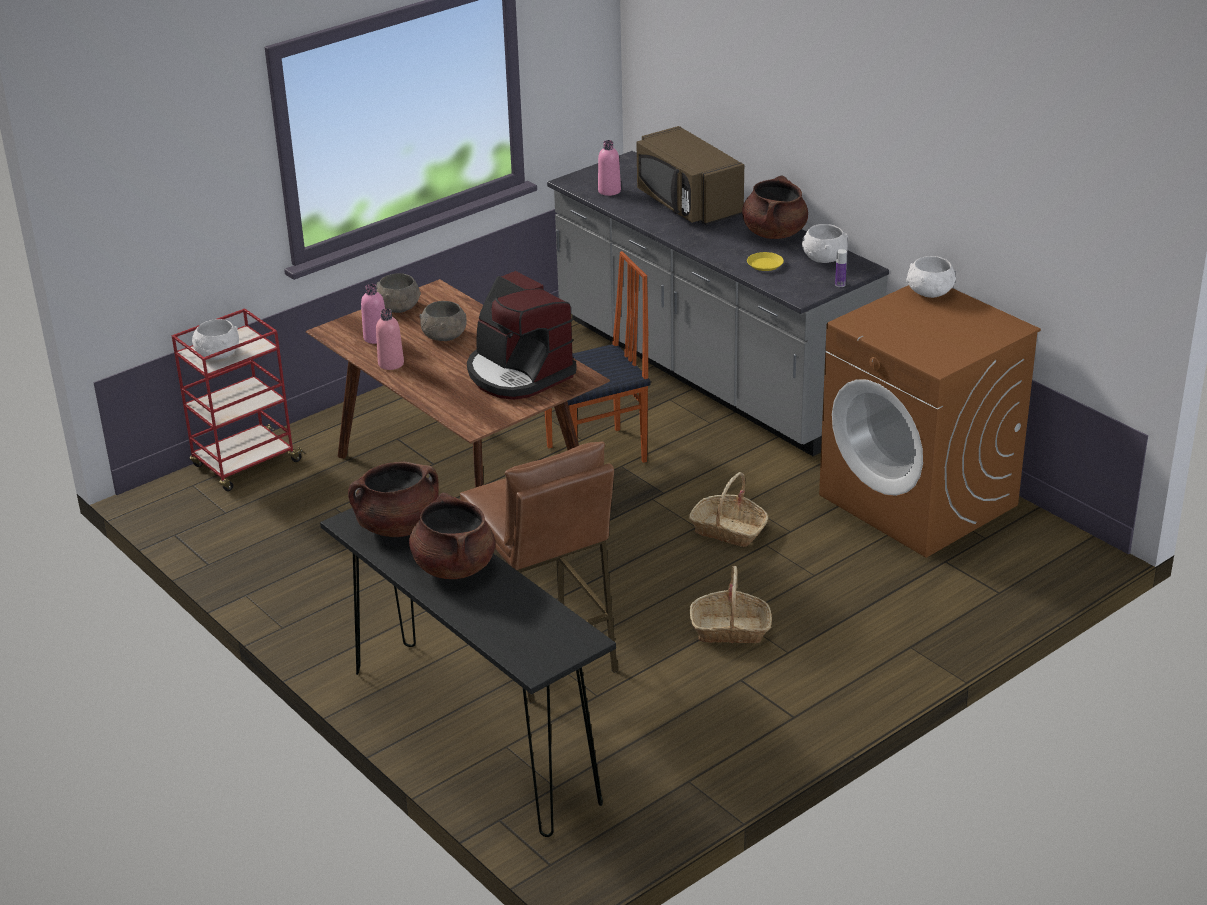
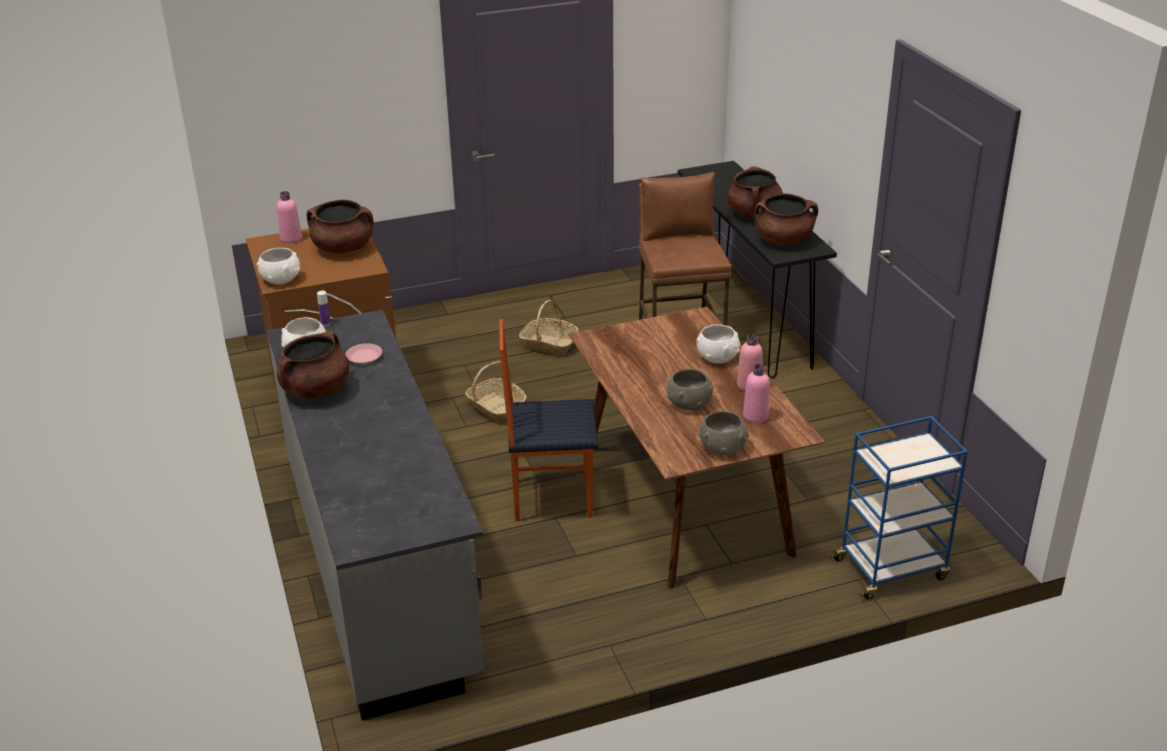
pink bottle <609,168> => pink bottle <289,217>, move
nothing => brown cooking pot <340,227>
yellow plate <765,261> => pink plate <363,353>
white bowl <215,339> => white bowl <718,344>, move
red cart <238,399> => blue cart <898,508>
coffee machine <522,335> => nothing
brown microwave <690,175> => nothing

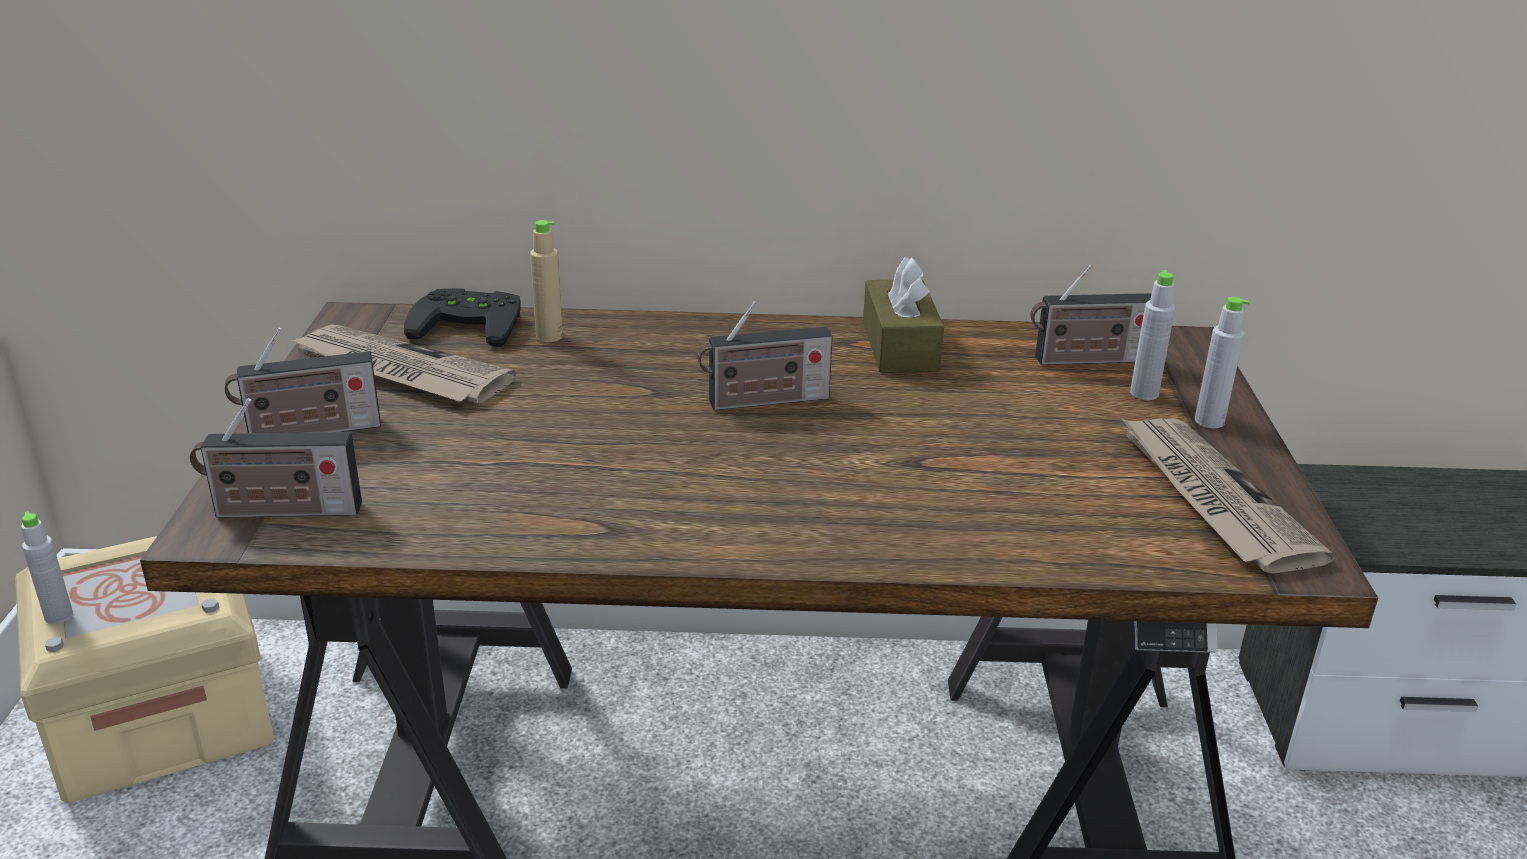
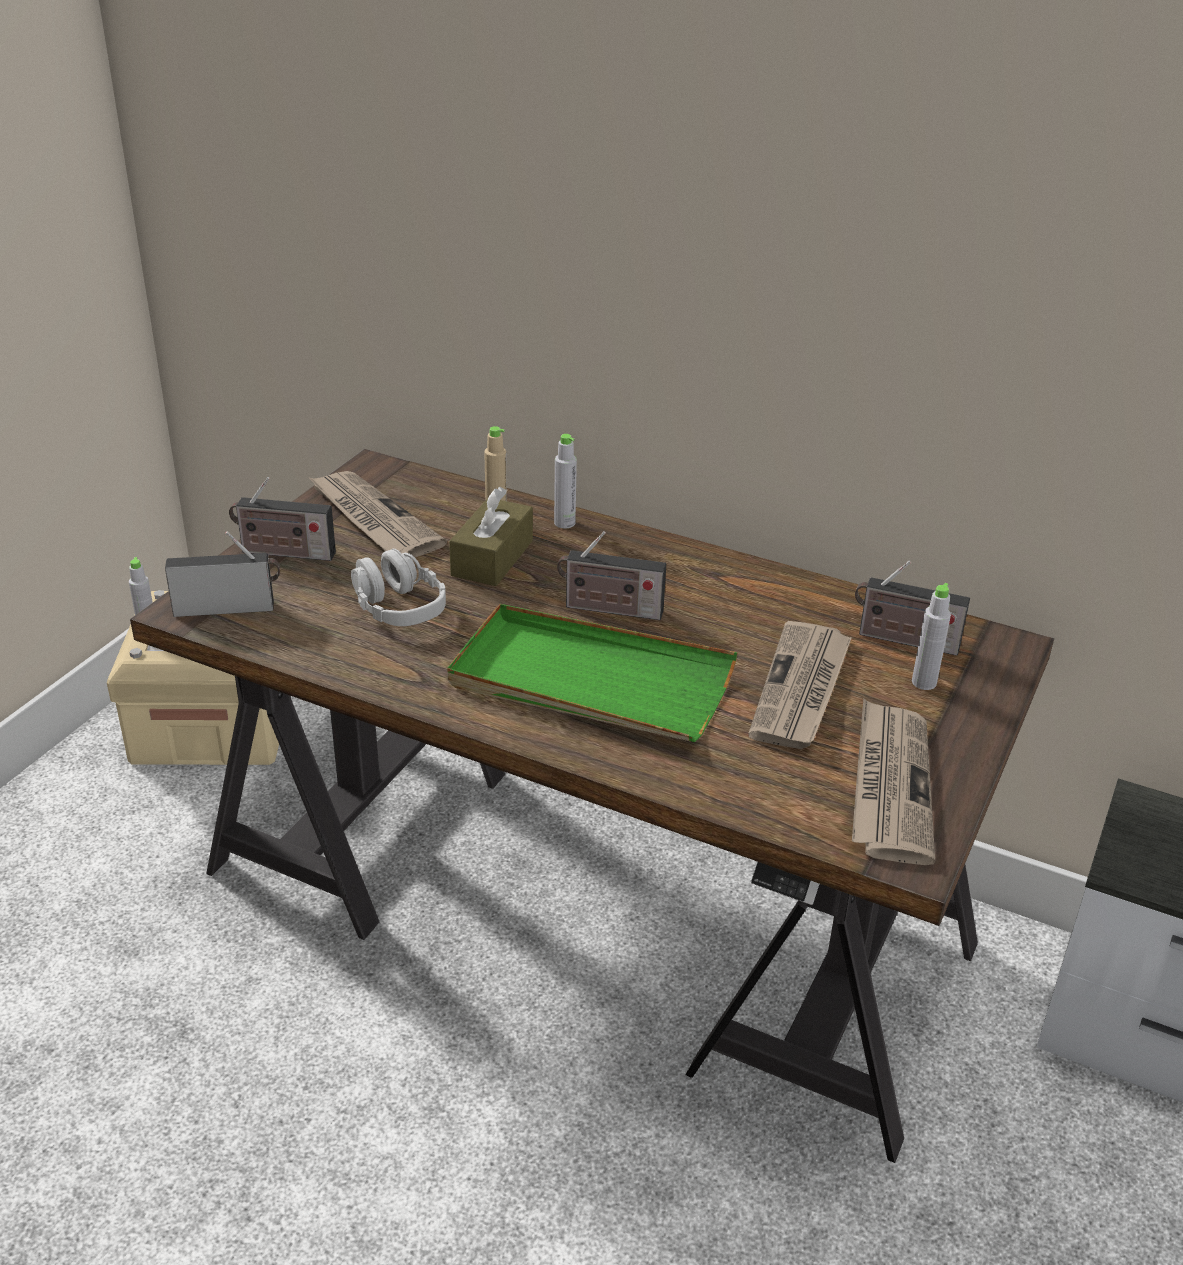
radio <276,458> => radio <222,574>, 150 degrees clockwise
nothing => grey headphones <398,587>
nothing => green tray <592,673>
brown tissue box <903,315> => brown tissue box <491,536>, move
grey bottle <1222,362> => grey bottle <565,481>, move
nothing => newspaper <800,685>
black game controller <462,317> => nothing

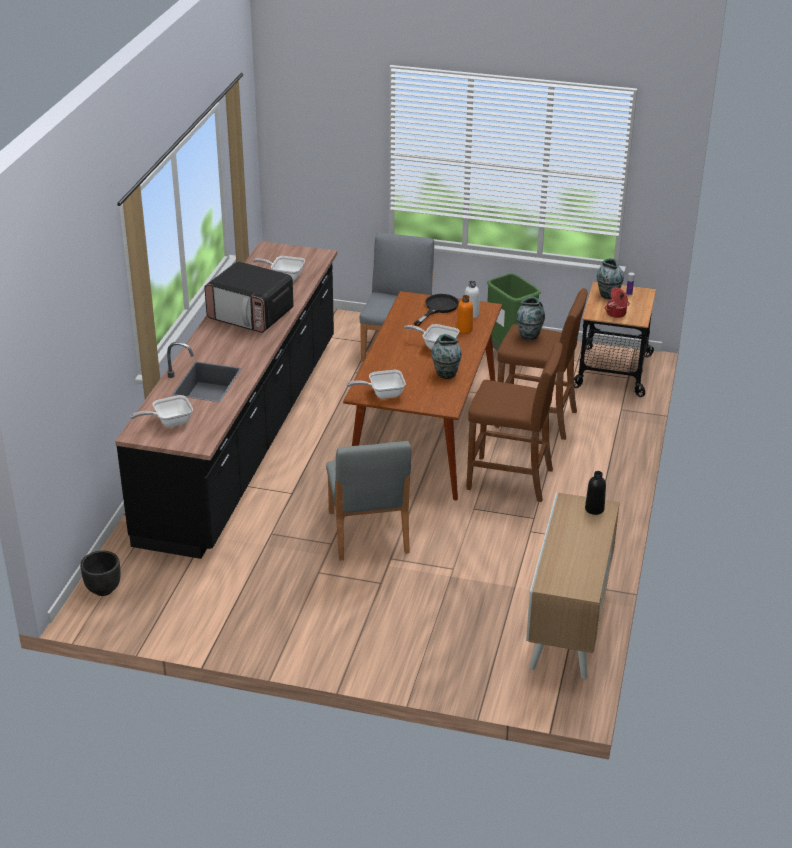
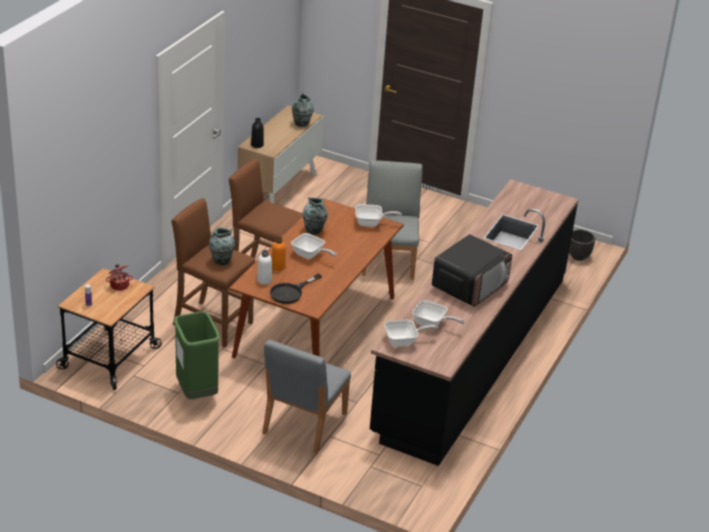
vase <610,278> => vase <303,110>, move
frying pan <161,411> => frying pan <411,333>, move
microwave <249,297> => microwave <472,270>, 90 degrees clockwise

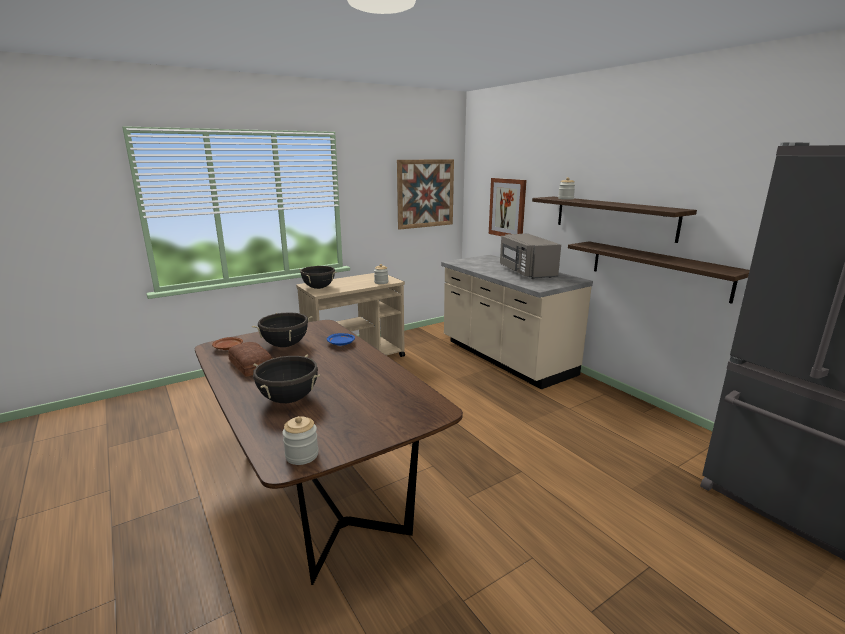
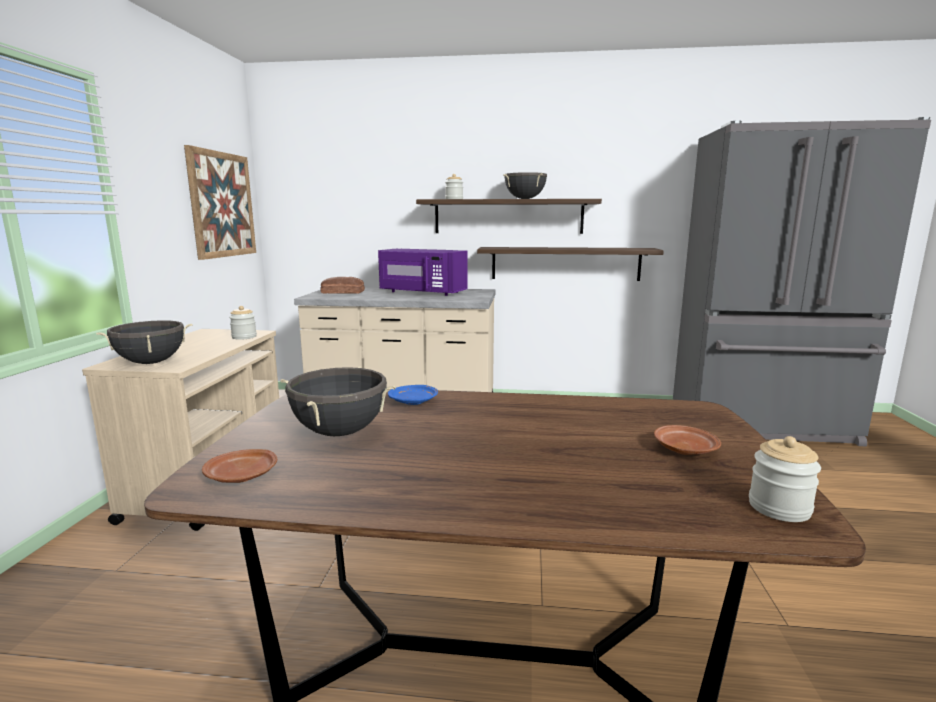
bread <250,359> => bread <342,285>, move
grey microwave <530,256> => purple microwave <422,272>
black cooking pot <286,379> => black cooking pot <525,185>, move
nothing => brown plate <687,440>
picture <508,207> => nothing

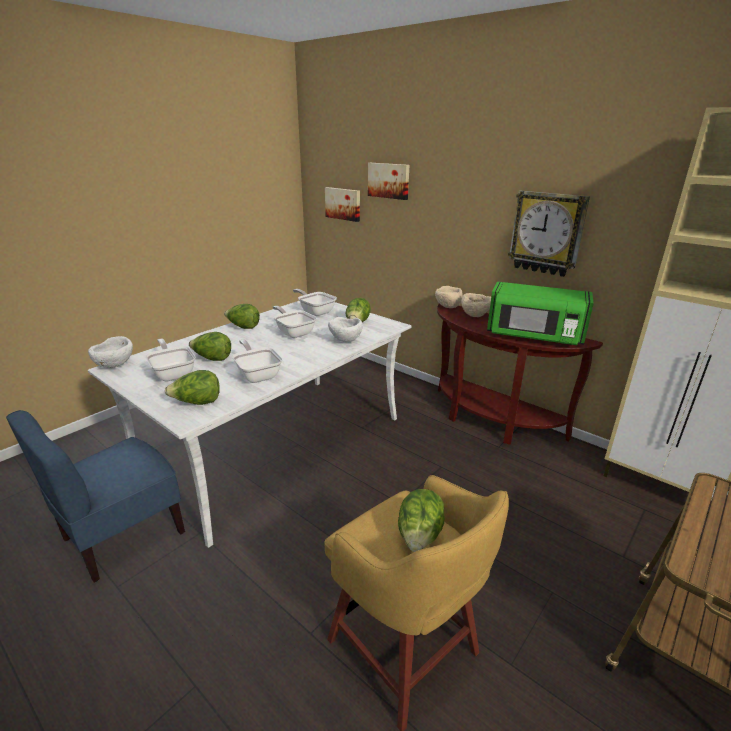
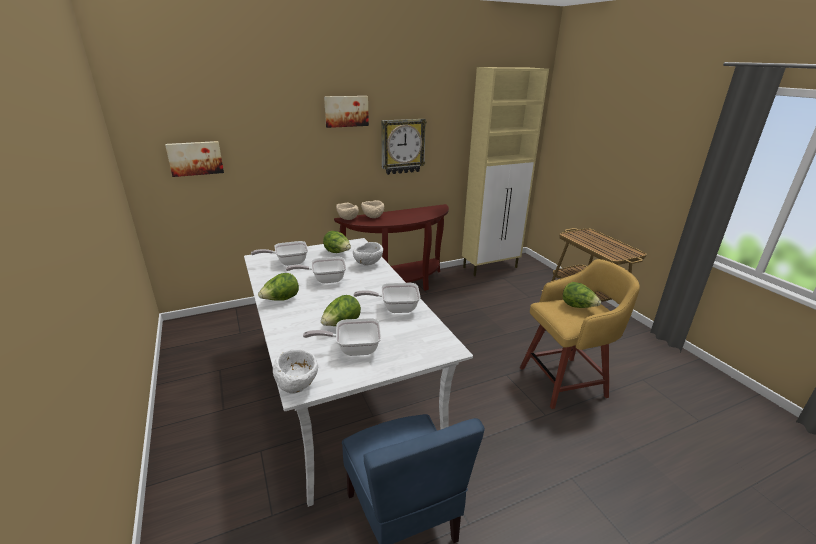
picture <388,181> => picture <346,112>, move
lettuce <192,387> => nothing
green microwave <540,313> => nothing

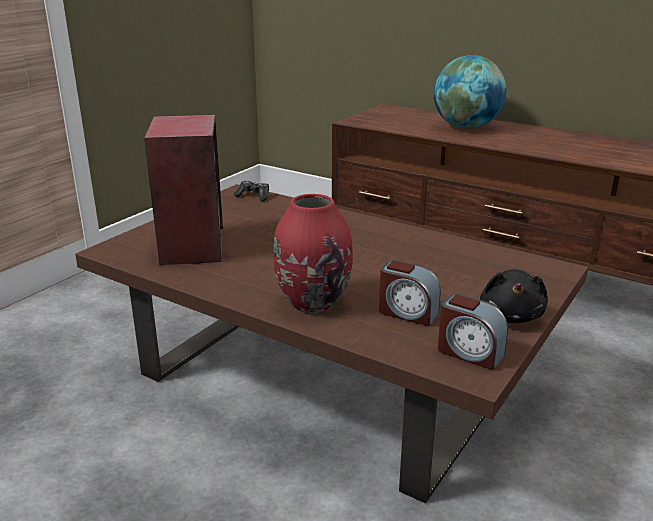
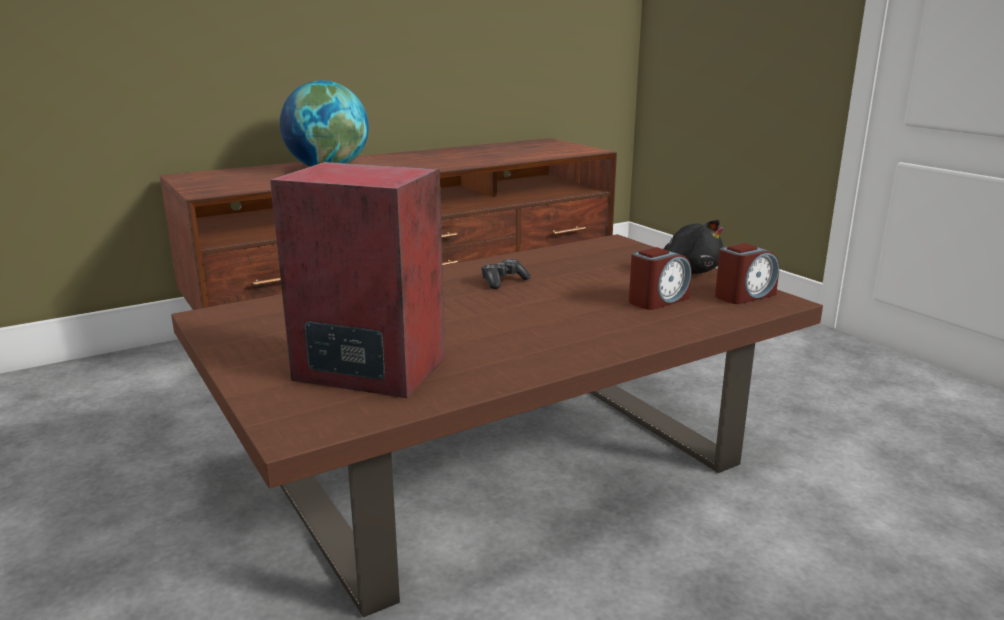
game controller <251,191> => game controller <506,274>, move
red vase <313,253> => nothing

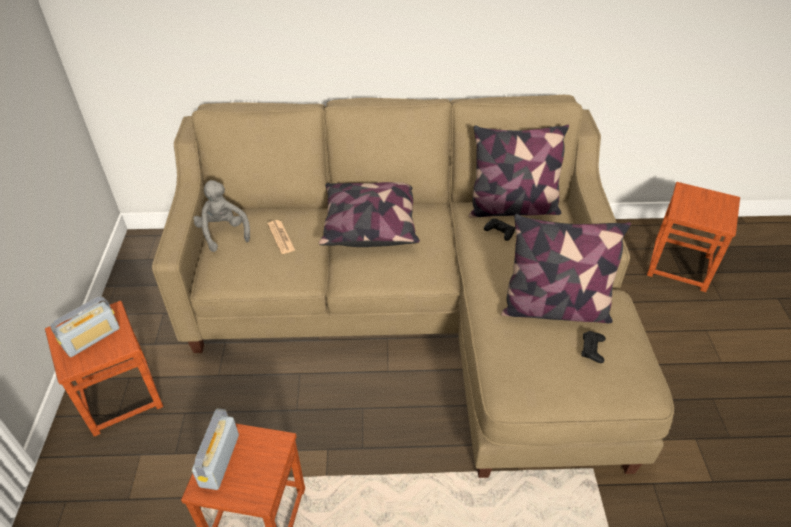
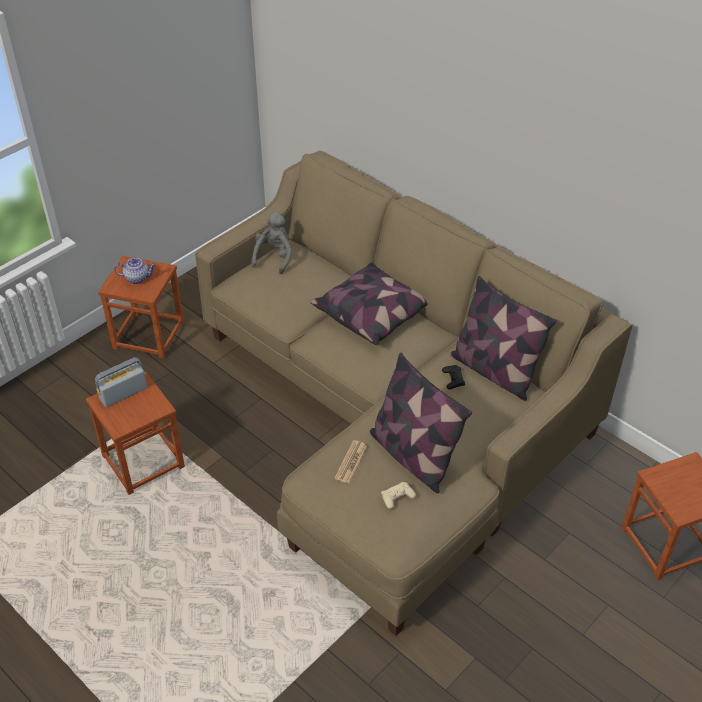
radio <85,326> => teapot <135,271>
newspaper <281,237> => newspaper <350,461>, move
black game controller <593,347> => beige game controller <398,495>

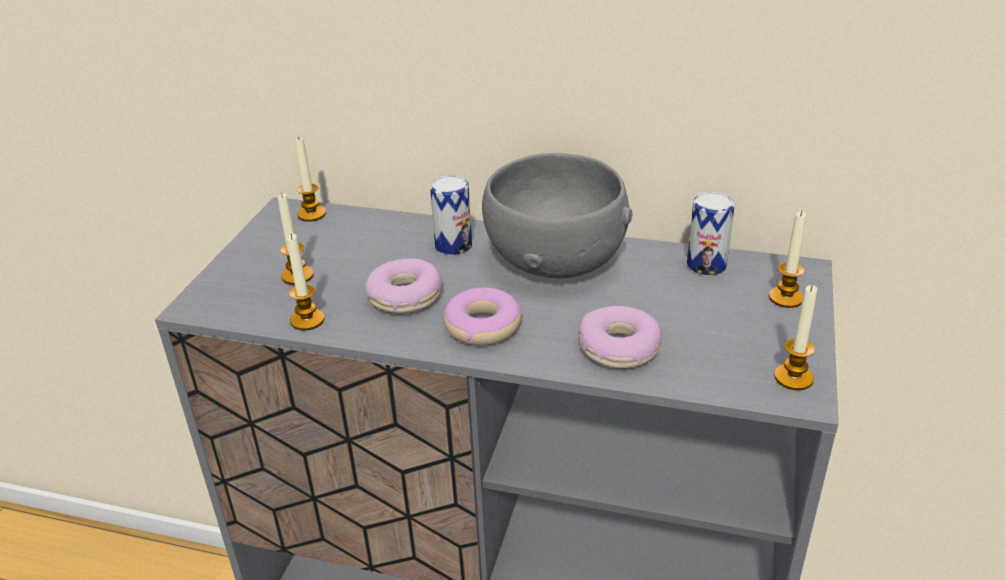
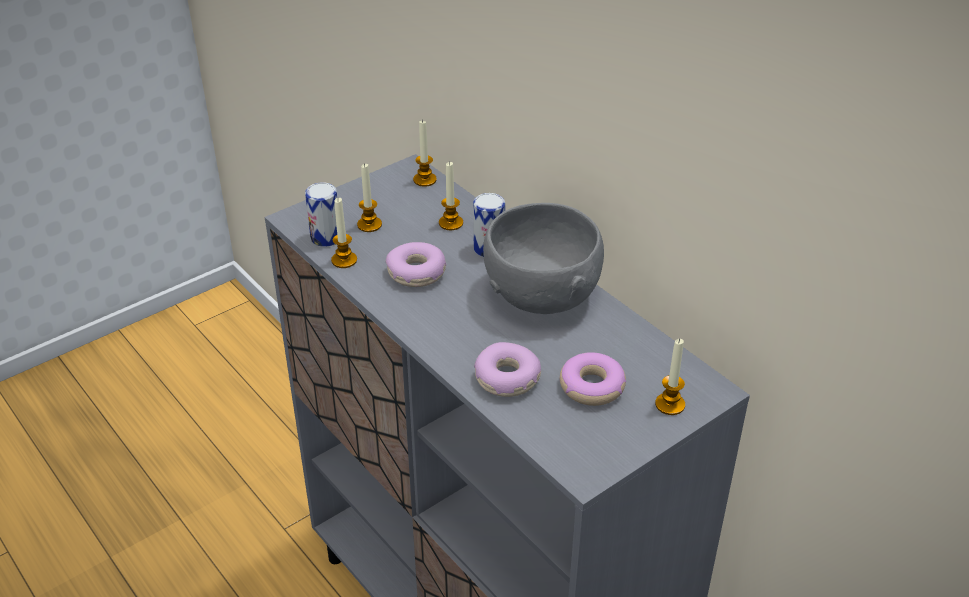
can <711,234> => can <321,214>, move
candle <795,337> => candle <451,195>, move
donut <483,316> => donut <593,379>, move

